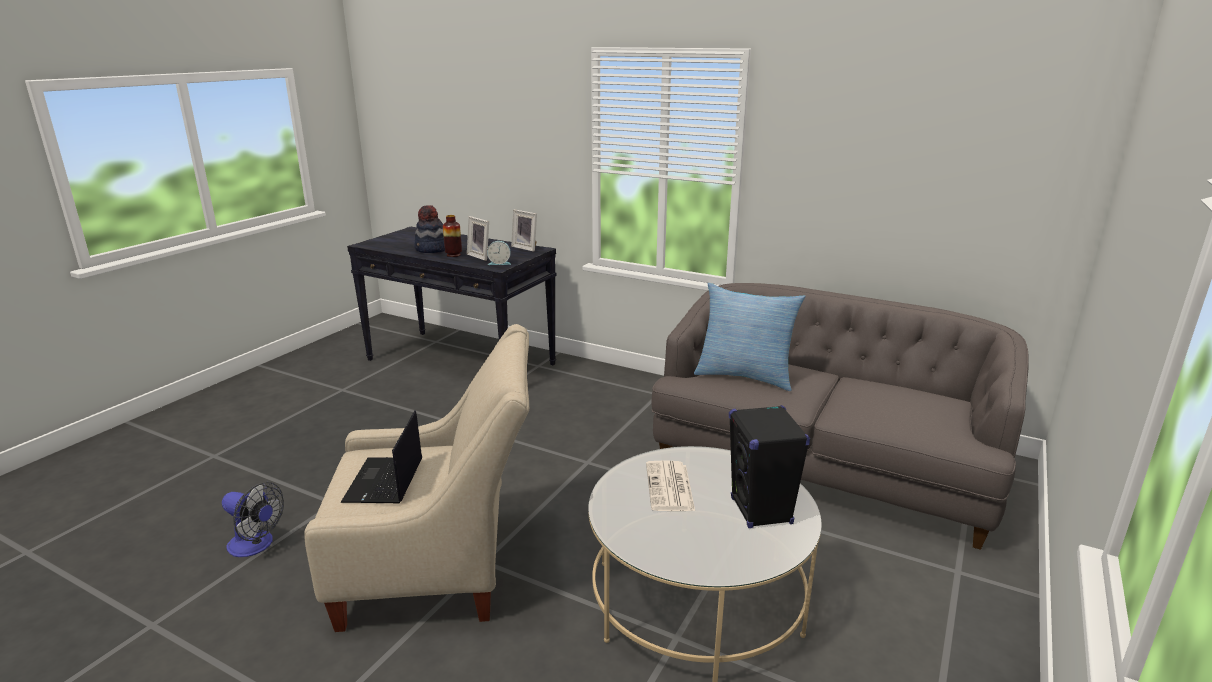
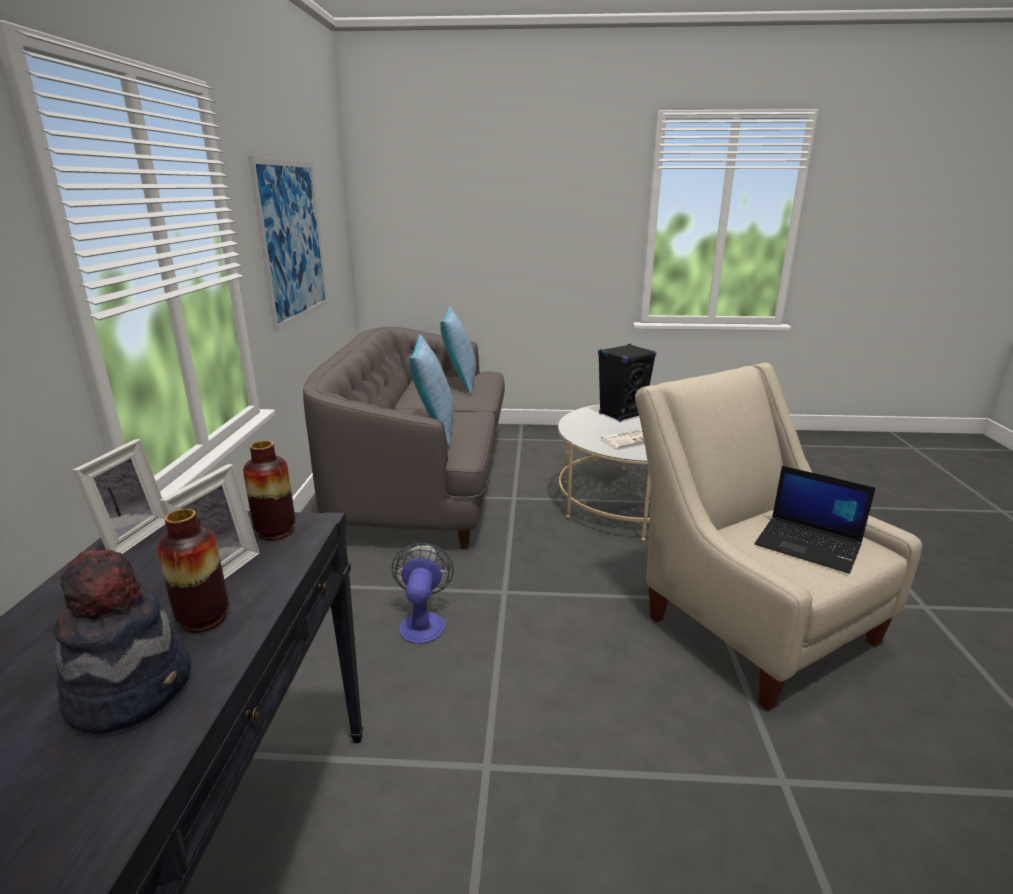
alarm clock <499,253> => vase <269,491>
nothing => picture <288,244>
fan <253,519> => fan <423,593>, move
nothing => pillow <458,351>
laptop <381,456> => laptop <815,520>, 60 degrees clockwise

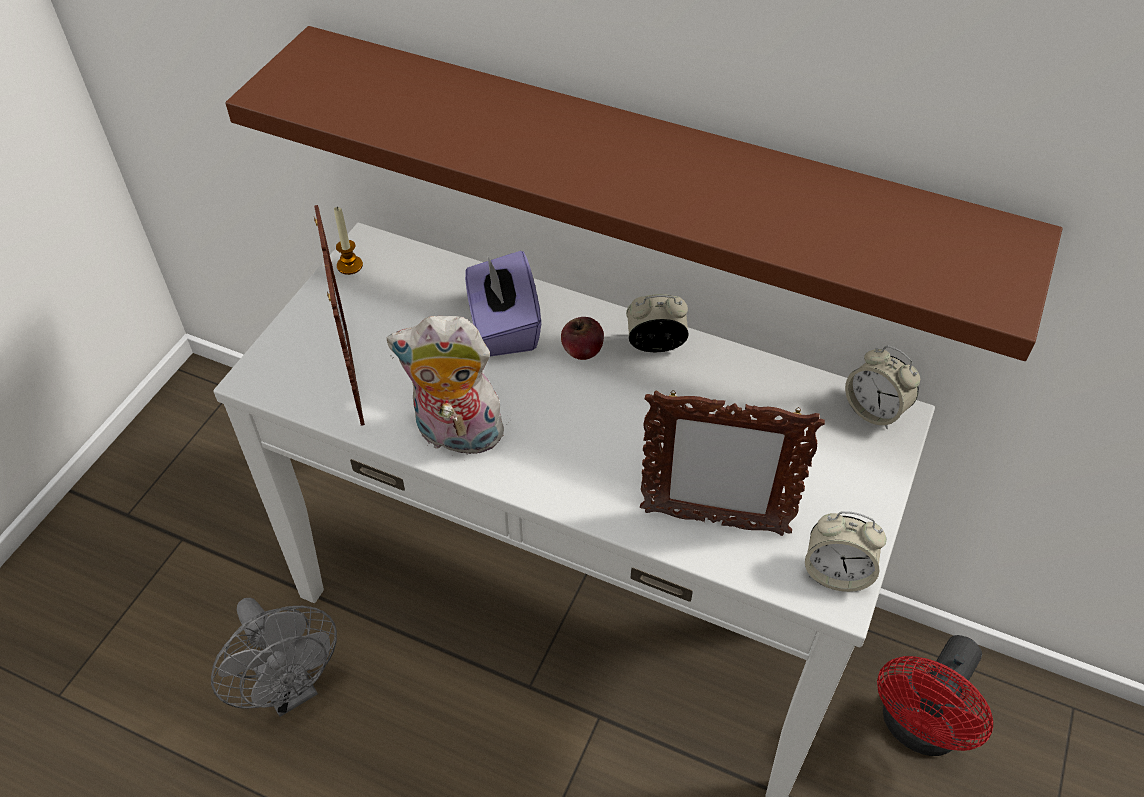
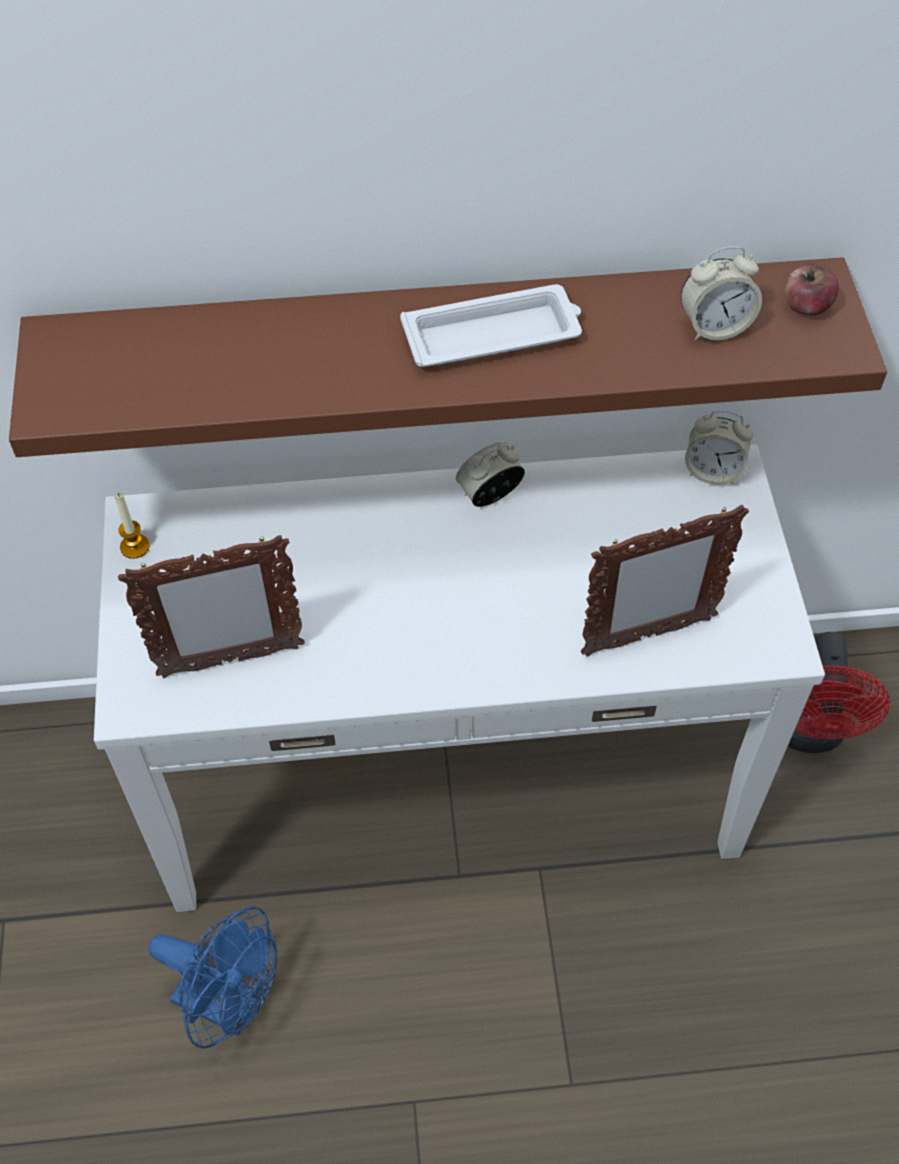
picture frame <339,315> => picture frame <211,606>, 120 degrees clockwise
grey fan <274,657> => blue fan <212,977>
nothing => white tray <491,325>
alarm clock <845,551> => alarm clock <721,293>, move
apple <582,338> => apple <812,290>, move
plush toy <447,385> => nothing
purple tissue box <503,303> => nothing

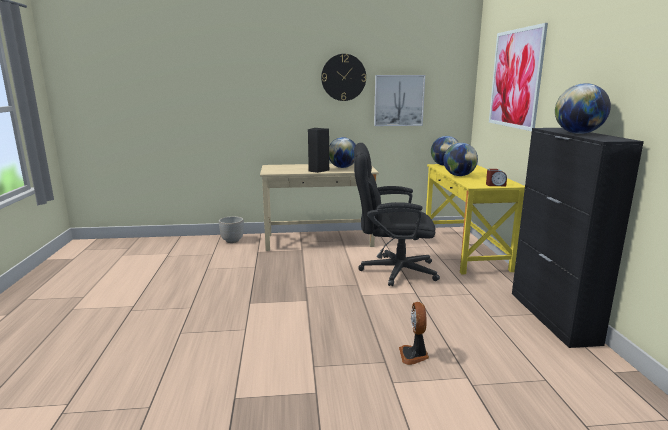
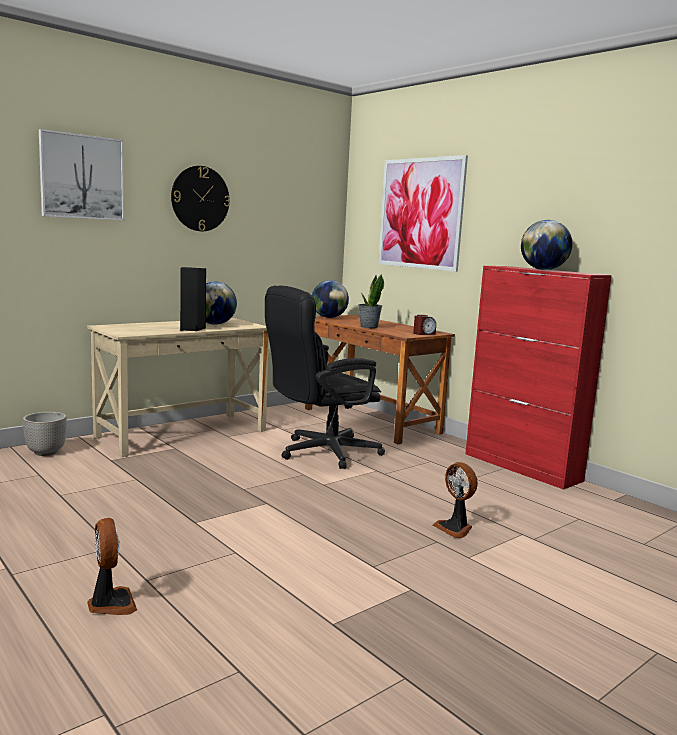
picture <399,100> => picture <81,175>, move
nothing => fan <112,566>
yellow desk <475,219> => brown desk <380,379>
globe <460,159> => potted plant <371,301>
black cabinet <578,238> => red cabinet <538,378>

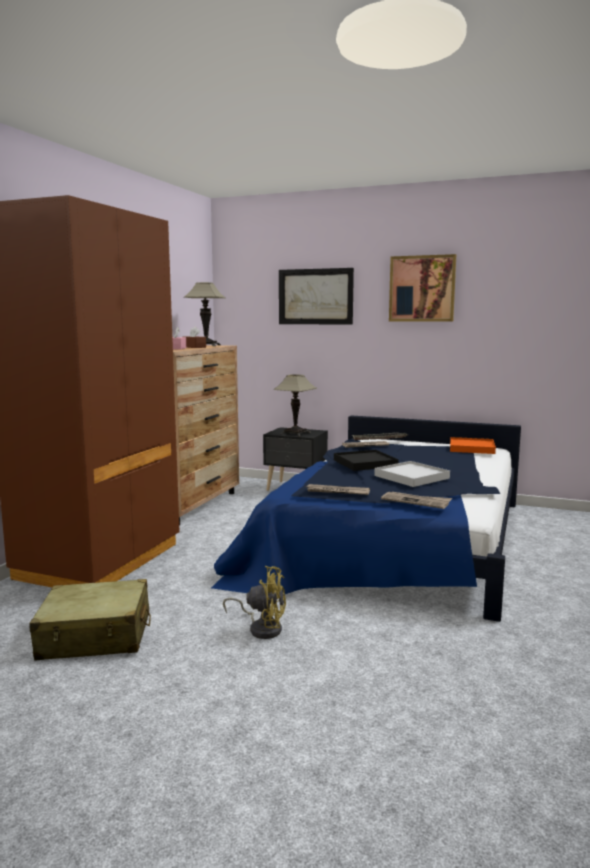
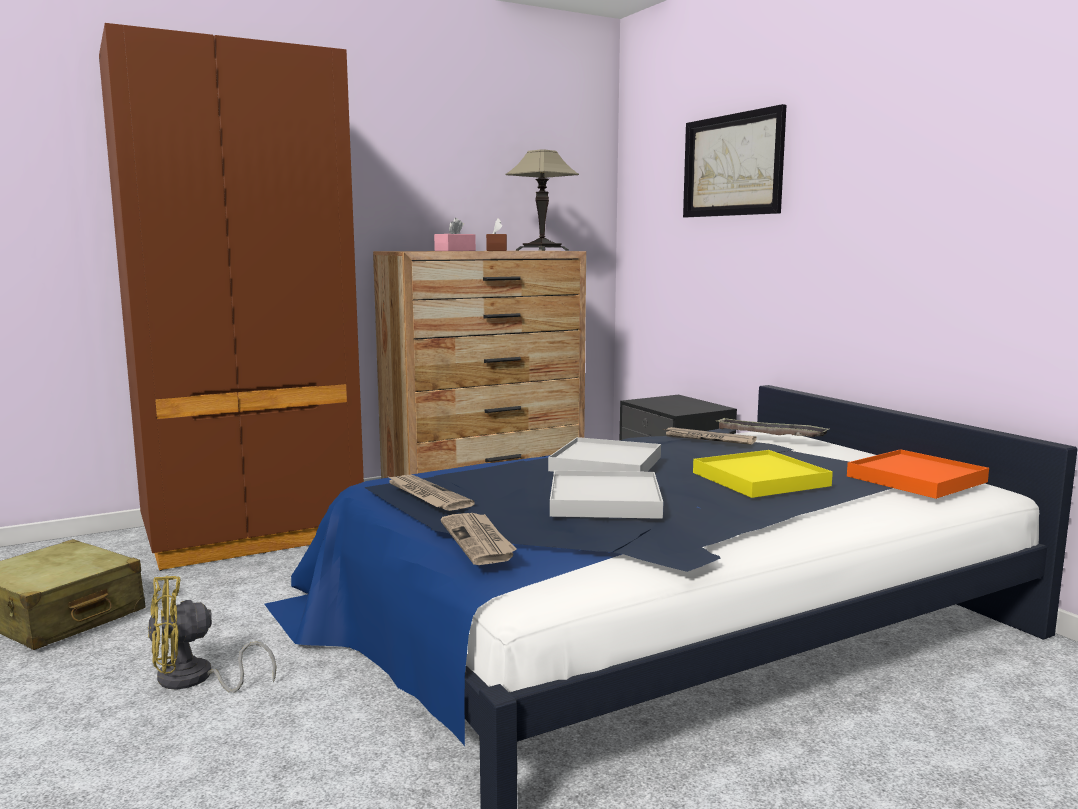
yellow fan <254,602> => yellow fan <212,634>, 105 degrees clockwise
black tray <366,460> => white tray <604,454>
nothing => yellow tray <763,474>
table lamp <295,405> => nothing
picture <422,288> => nothing

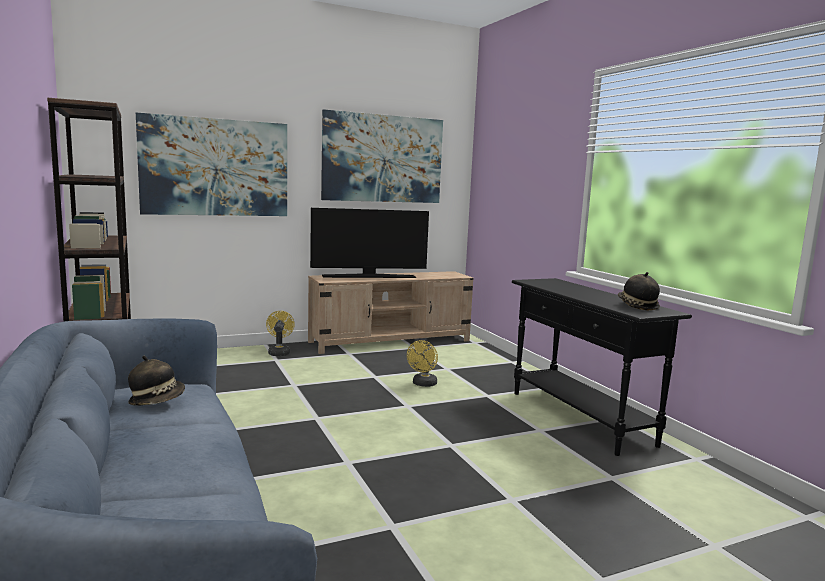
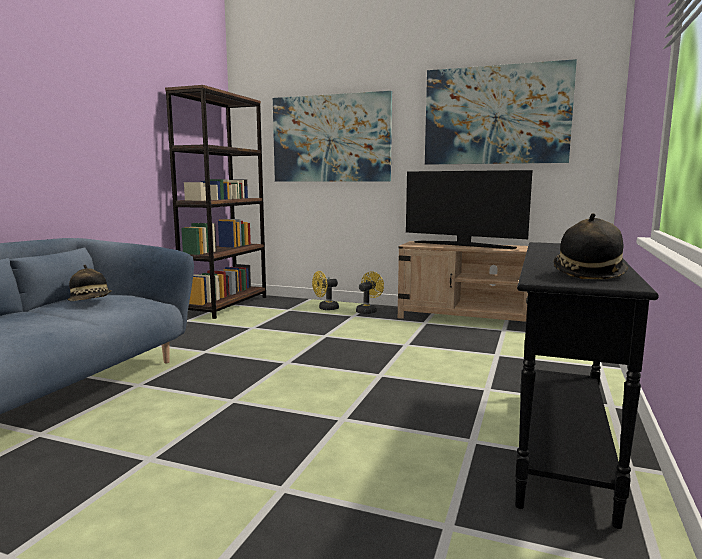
yellow fan <422,363> => yellow fan <325,290>, move

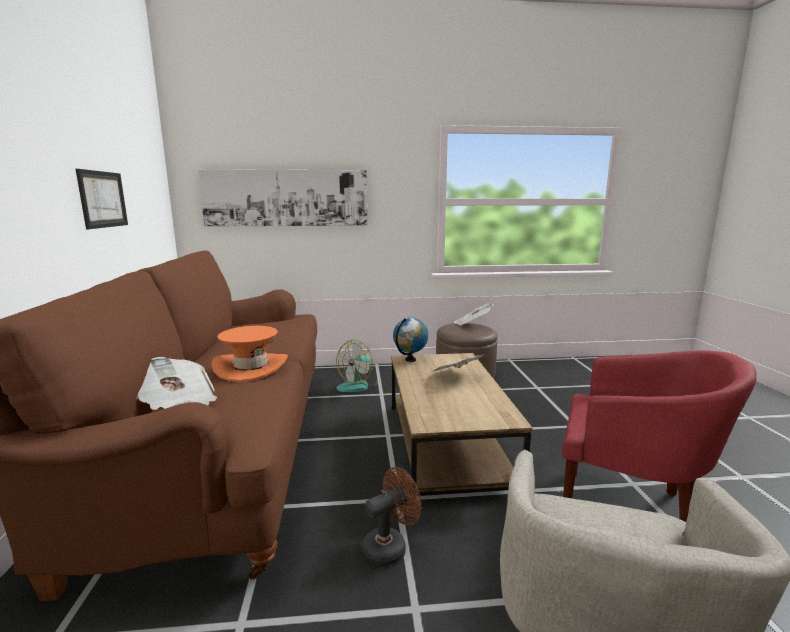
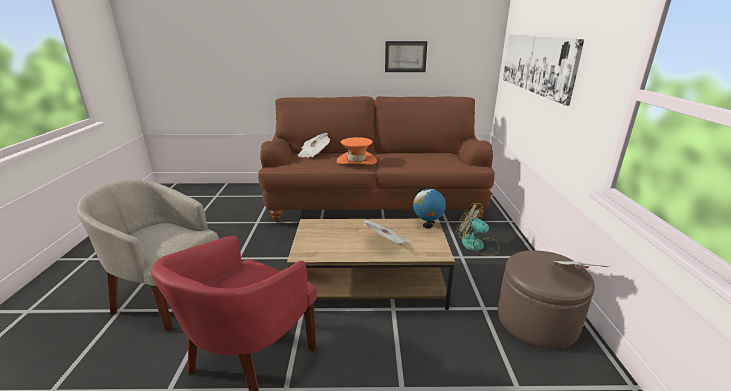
brown fan <392,516> => nothing

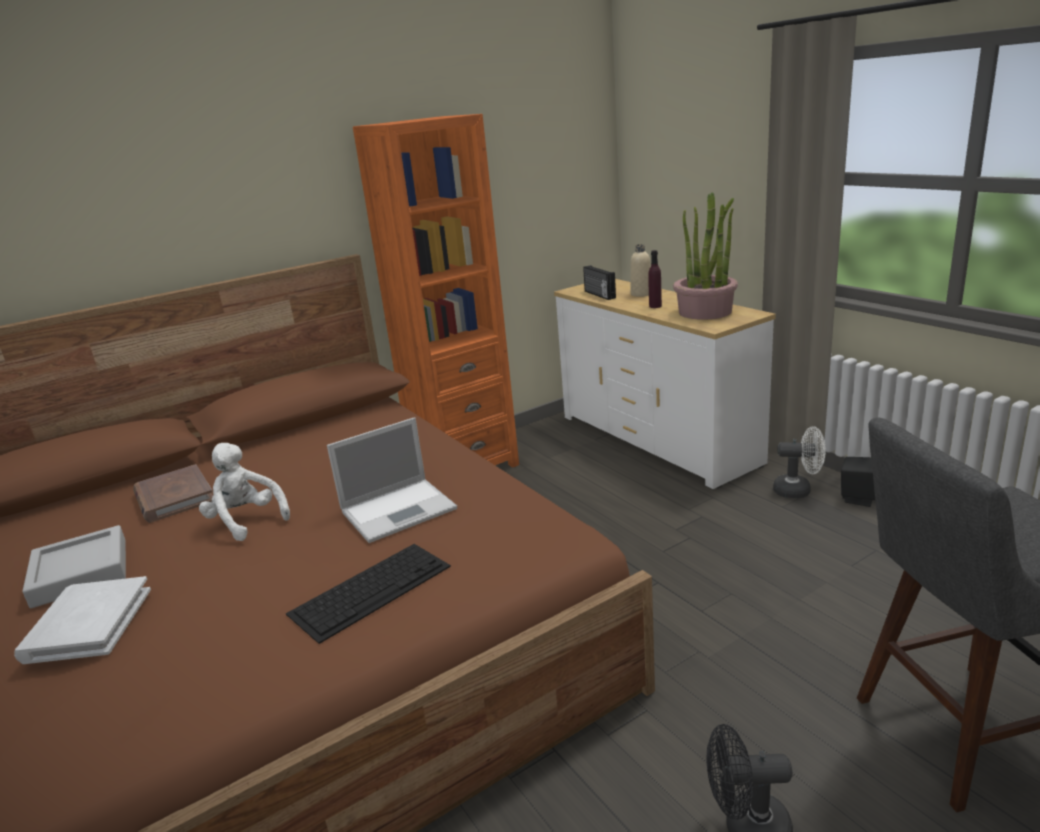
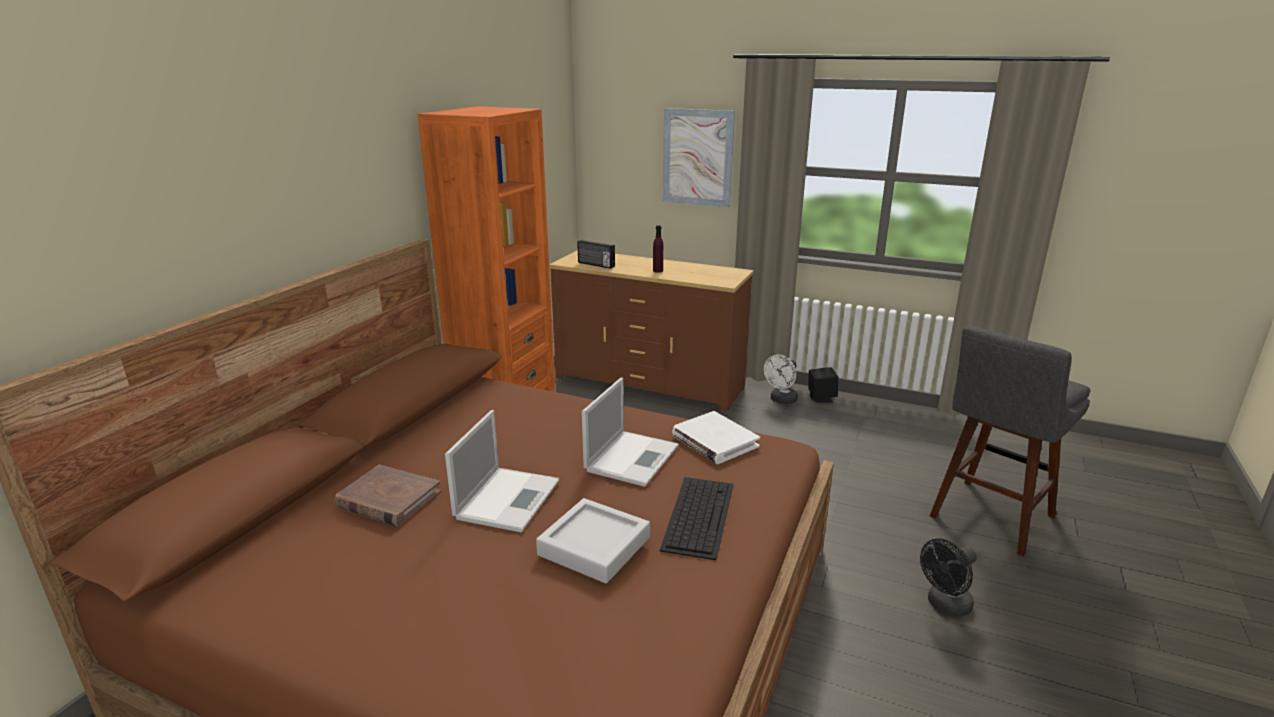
white plush toy <244,492> => laptop <502,471>
grey tray <74,566> => grey tray <593,540>, move
white dresser <665,384> => brown dresser <651,330>
nothing => picture <699,157>
white book <82,620> => white book <716,437>, move
white fan <799,462> => white fan <781,379>, 150 degrees clockwise
beige bottle <641,270> => nothing
potted plant <705,256> => nothing

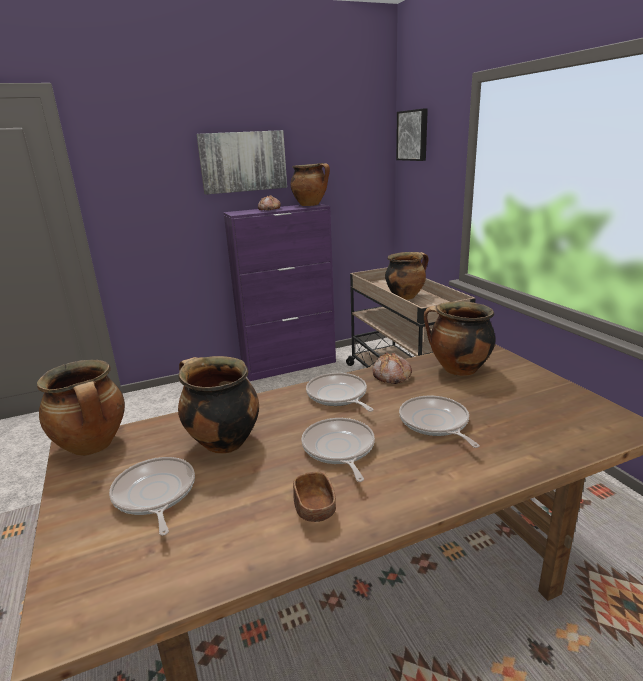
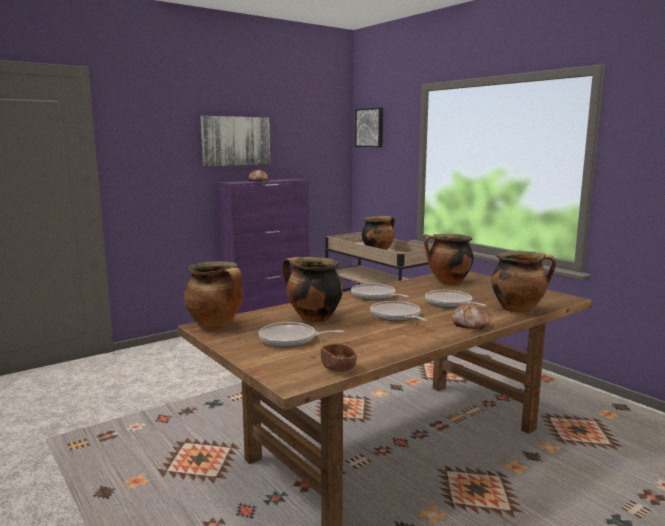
frying pan <152,496> => frying pan <301,334>, 45 degrees counterclockwise
brown bowl <314,497> => brown bowl <339,357>, move
bread <392,368> => bread <471,316>, move
cooking pot <310,184> => cooking pot <523,282>, move

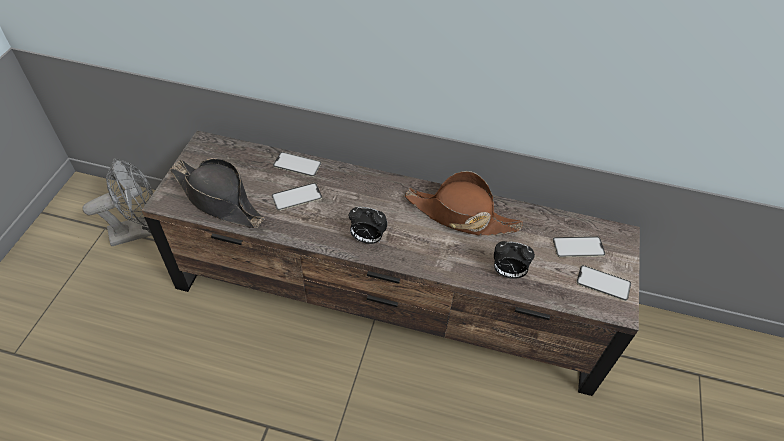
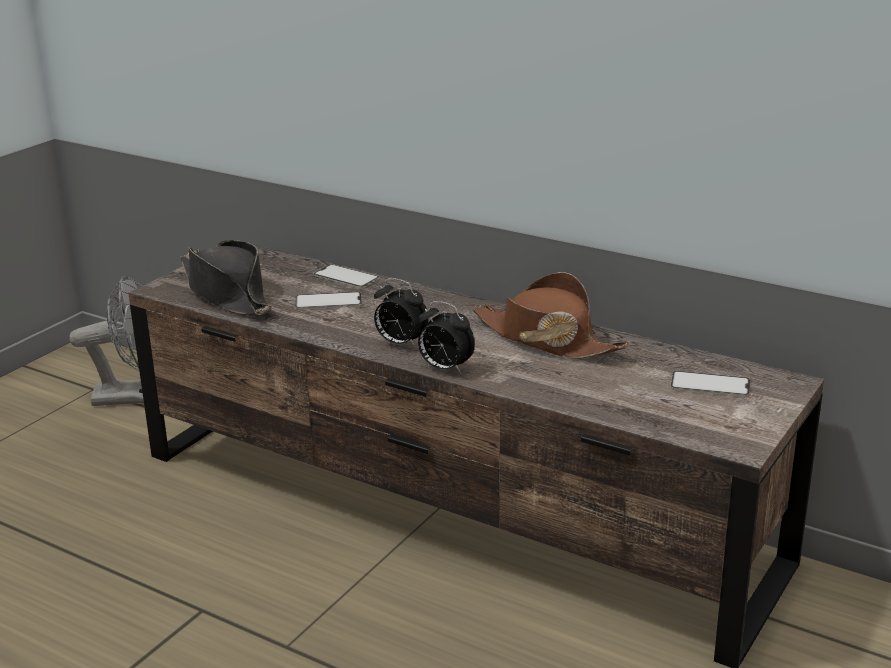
alarm clock <514,260> => alarm clock <446,337>, move
phone <603,283> => nothing

